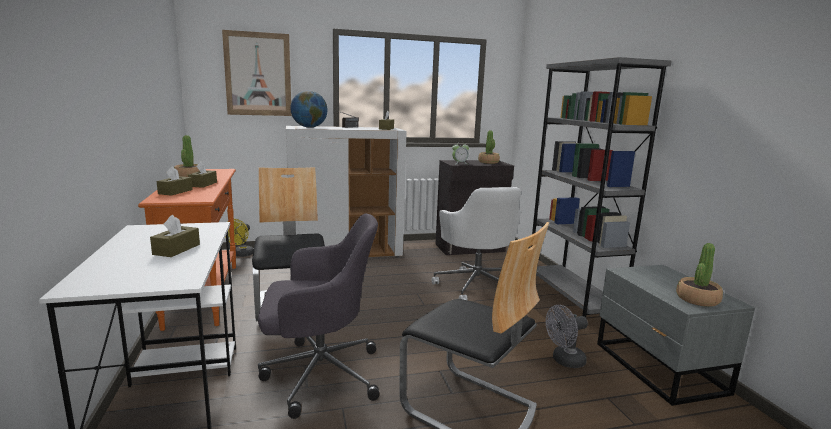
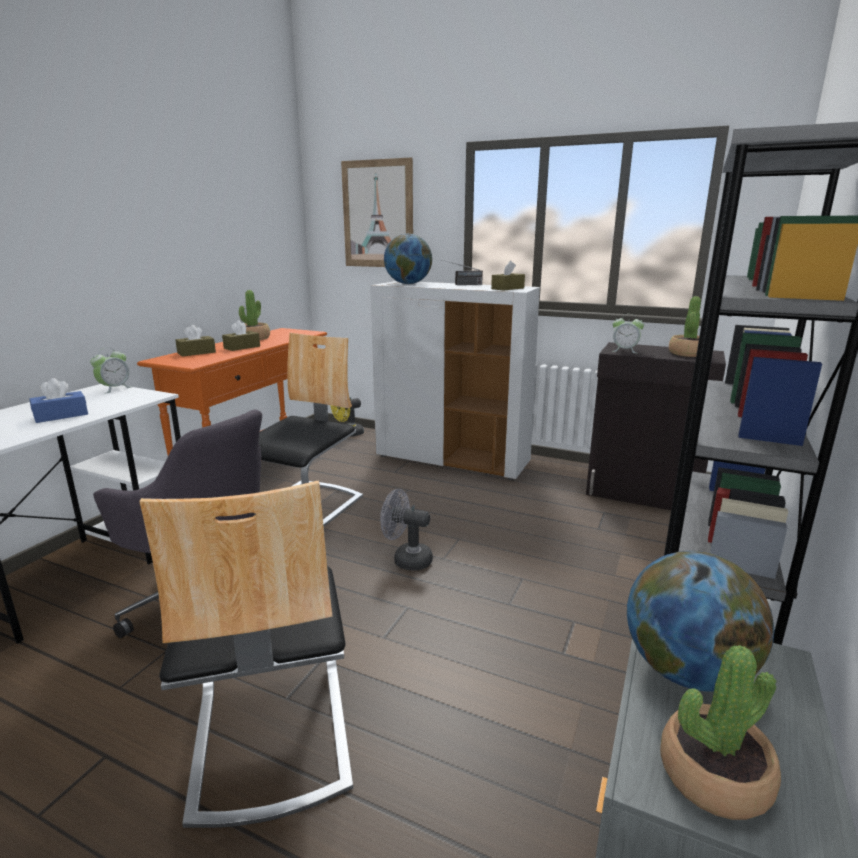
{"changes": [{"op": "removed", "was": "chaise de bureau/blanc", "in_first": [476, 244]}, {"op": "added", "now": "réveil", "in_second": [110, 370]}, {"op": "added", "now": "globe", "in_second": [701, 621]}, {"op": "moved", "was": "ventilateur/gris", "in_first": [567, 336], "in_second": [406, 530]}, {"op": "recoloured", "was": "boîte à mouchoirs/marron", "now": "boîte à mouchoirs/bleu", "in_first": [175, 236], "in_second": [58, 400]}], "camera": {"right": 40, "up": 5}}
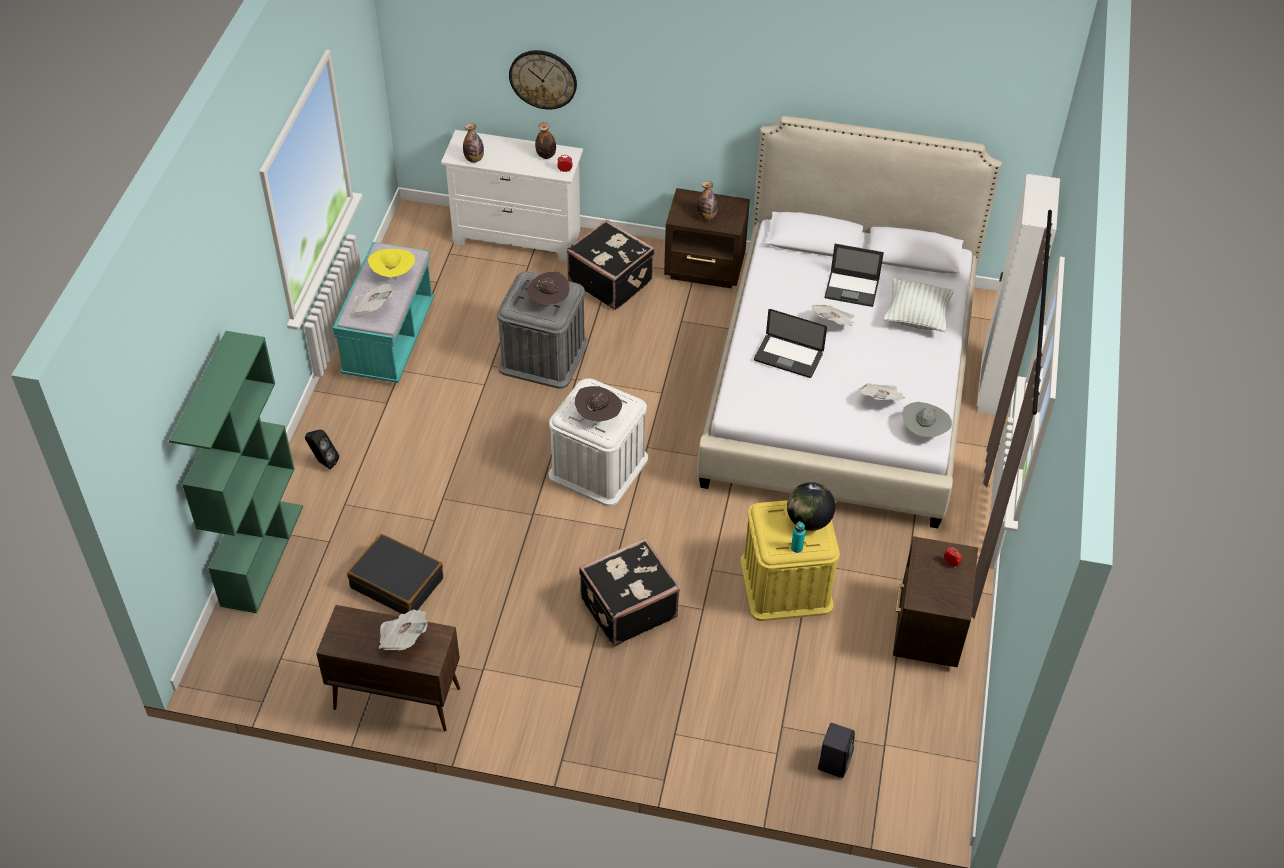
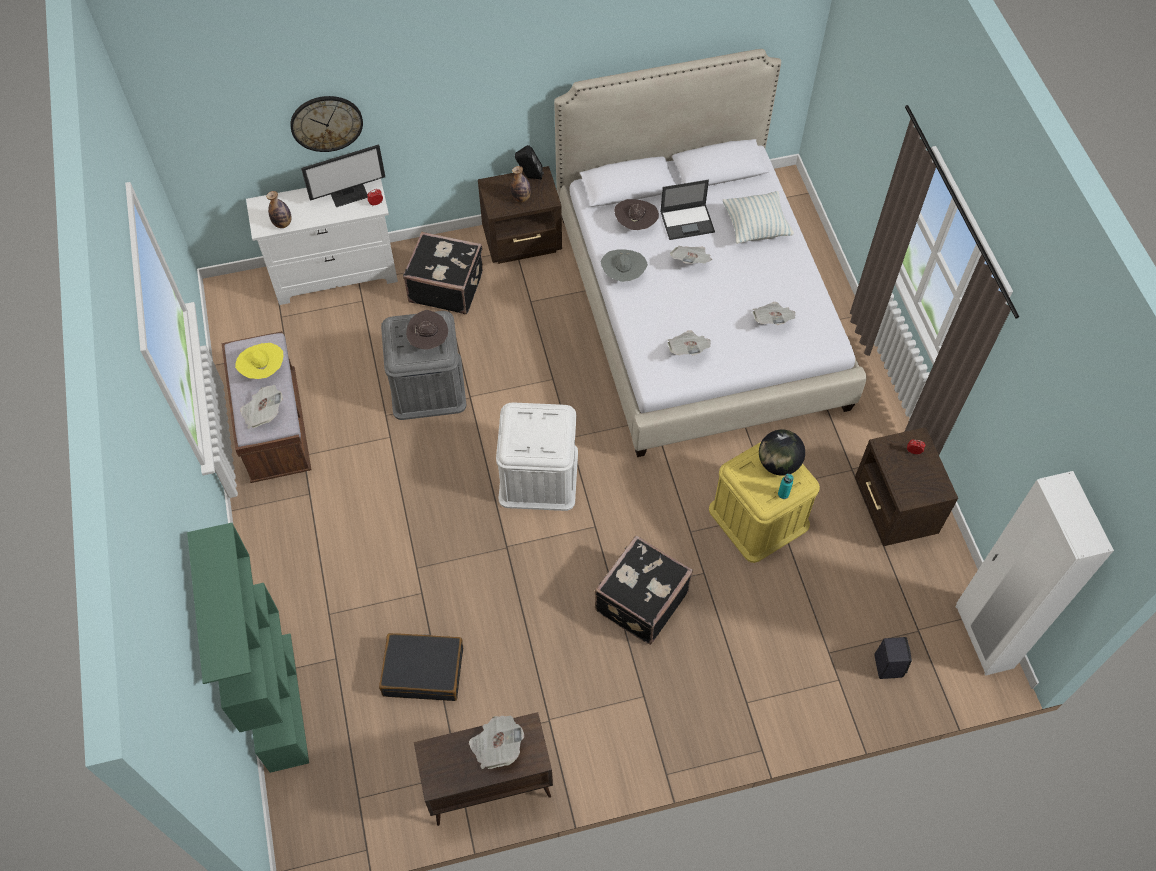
{"changes": [{"op": "removed", "was": "ordinateur portable", "in_first": [790, 343]}, {"op": "added", "now": "journal", "in_second": [689, 343]}, {"op": "moved", "was": "enceinte/noir", "in_first": [322, 449], "in_second": [529, 162]}, {"op": "moved", "was": "chapeau/marron", "in_first": [598, 404], "in_second": [636, 214]}, {"op": "moved", "was": "chapeau/gris", "in_first": [927, 419], "in_second": [624, 266]}, {"op": "moved", "was": "armoire/blanc", "in_first": [1018, 294], "in_second": [1034, 573]}, {"op": "replaced", "was": "bouteille", "now": "écran d'ordinateur", "in_first": [545, 140], "in_second": [343, 175]}, {"op": "recoloured", "was": "banc/turquoise", "now": "banc/marron", "in_first": [383, 312], "in_second": [266, 407]}], "camera": {"right": -25, "up": 10}}
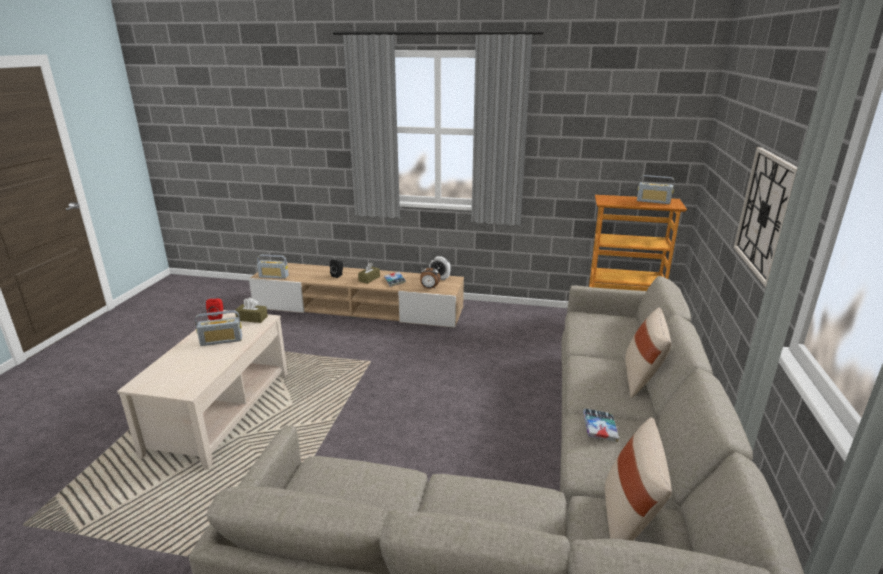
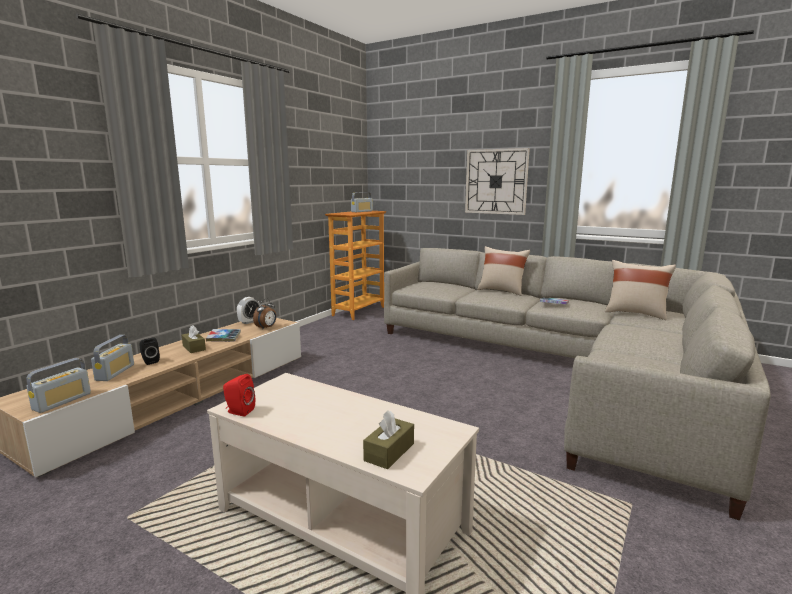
{"changes": [{"op": "moved", "was": "radio", "in_first": [218, 328], "in_second": [112, 358]}, {"op": "moved", "was": "boîte à mouchoirs/marron", "in_first": [251, 310], "in_second": [388, 440]}], "camera": {"right": -70, "up": -10}}
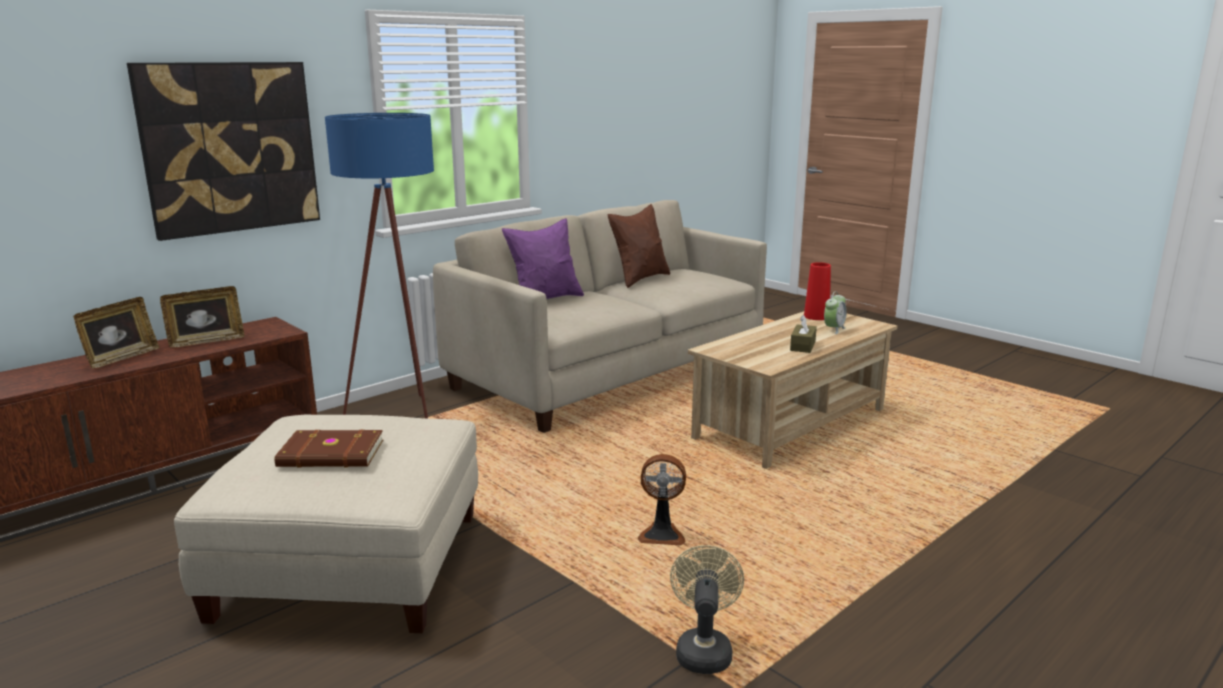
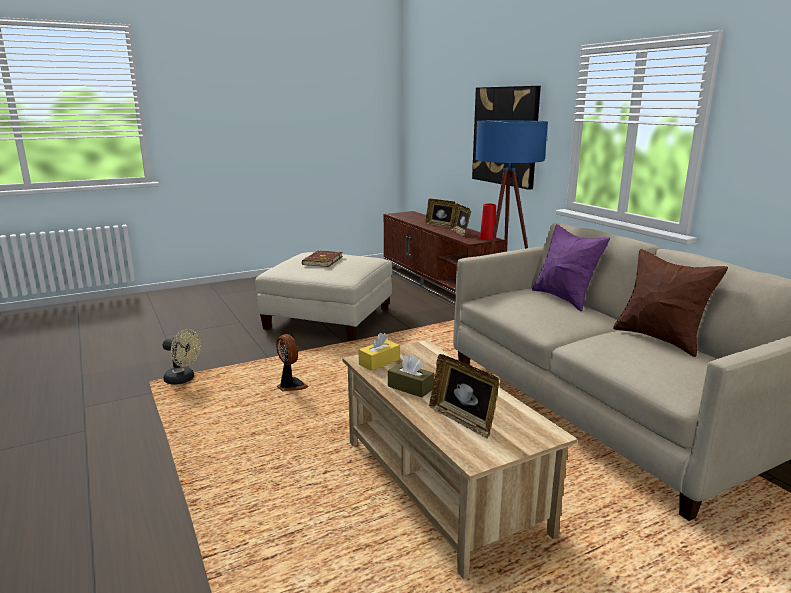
{"changes": [{"op": "added", "now": "boîte à mouchoirs/jaune", "in_second": [379, 352]}, {"op": "moved", "was": "vase/rouge", "in_first": [817, 291], "in_second": [488, 222]}, {"op": "replaced", "was": "réveil", "now": "cadre photo", "in_first": [835, 312], "in_second": [464, 396]}, {"op": "turned", "was": "ventilateur", "in_first": [662, 499], "in_second": [292, 362], "clockwise": 120}], "camera": {"right": 105, "up": 0}}
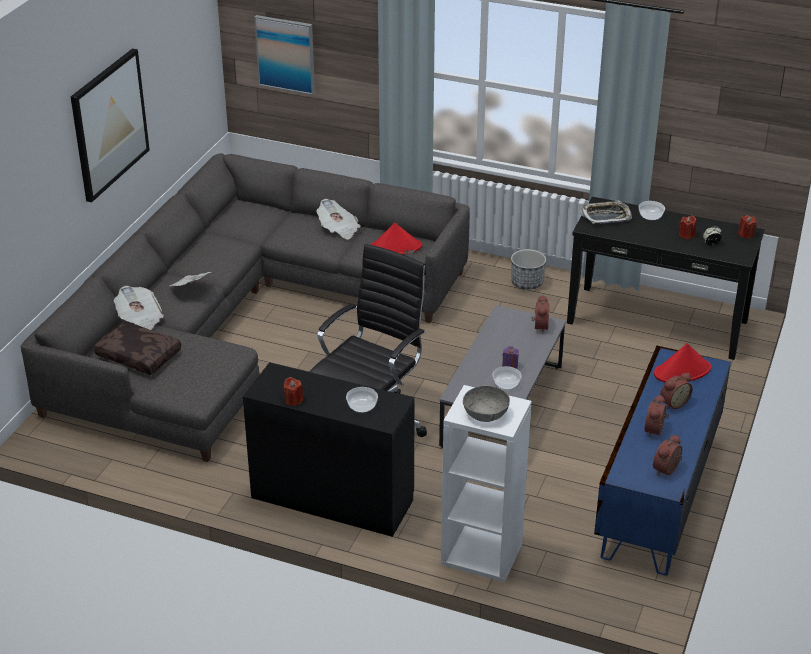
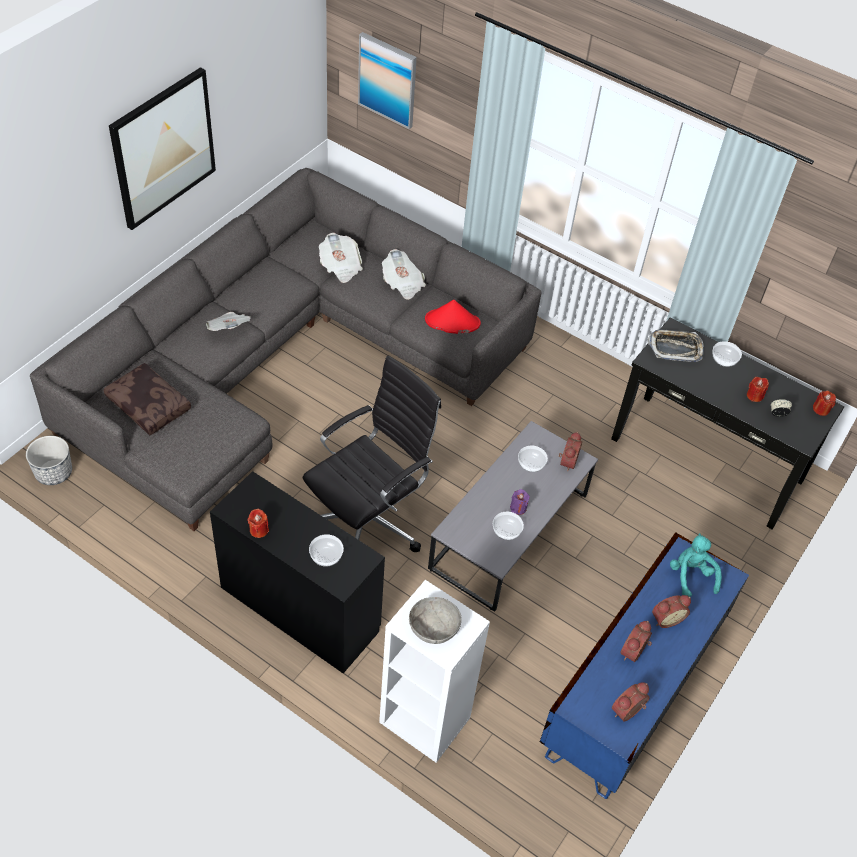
{"changes": [{"op": "added", "now": "bol", "in_second": [533, 459]}, {"op": "moved", "was": "journal", "in_first": [139, 308], "in_second": [341, 258]}, {"op": "moved", "was": "cache-pot", "in_first": [528, 269], "in_second": [49, 460]}, {"op": "replaced", "was": "chapeau/rouge", "now": "peluche/turquoise", "in_first": [682, 362], "in_second": [696, 565]}], "camera": {"right": 10, "up": 15}}
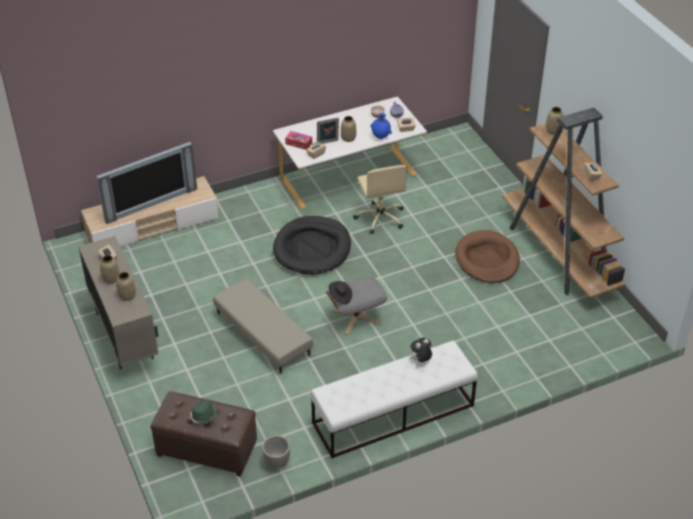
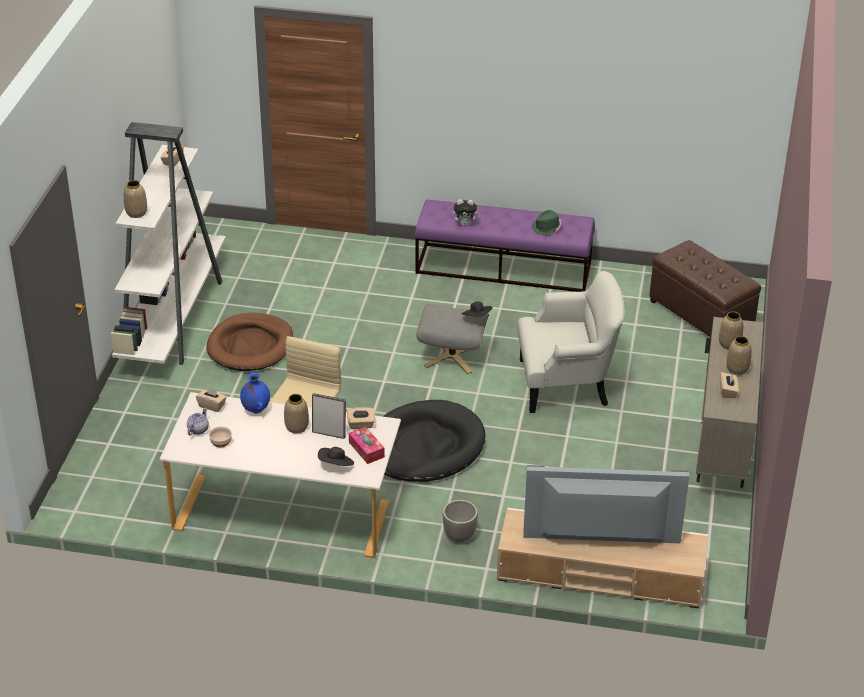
{"changes": [{"op": "added", "now": "chapeau/noir", "in_second": [336, 456]}, {"op": "moved", "was": "chapeau/vert", "in_first": [203, 412], "in_second": [546, 222]}, {"op": "moved", "was": "cache-pot", "in_first": [276, 452], "in_second": [460, 521]}, {"op": "replaced", "was": "pouf/beige", "now": "fauteuil/blanc", "in_first": [263, 326], "in_second": [571, 342]}, {"op": "recoloured", "was": "banc/blanc", "now": "banc/violet", "in_first": [394, 399], "in_second": [504, 246]}, {"op": "recoloured", "was": "bibliothèque/marron", "now": "bibliothèque/blanc", "in_first": [564, 202], "in_second": [168, 243]}], "camera": {"right": -145, "up": -5}}
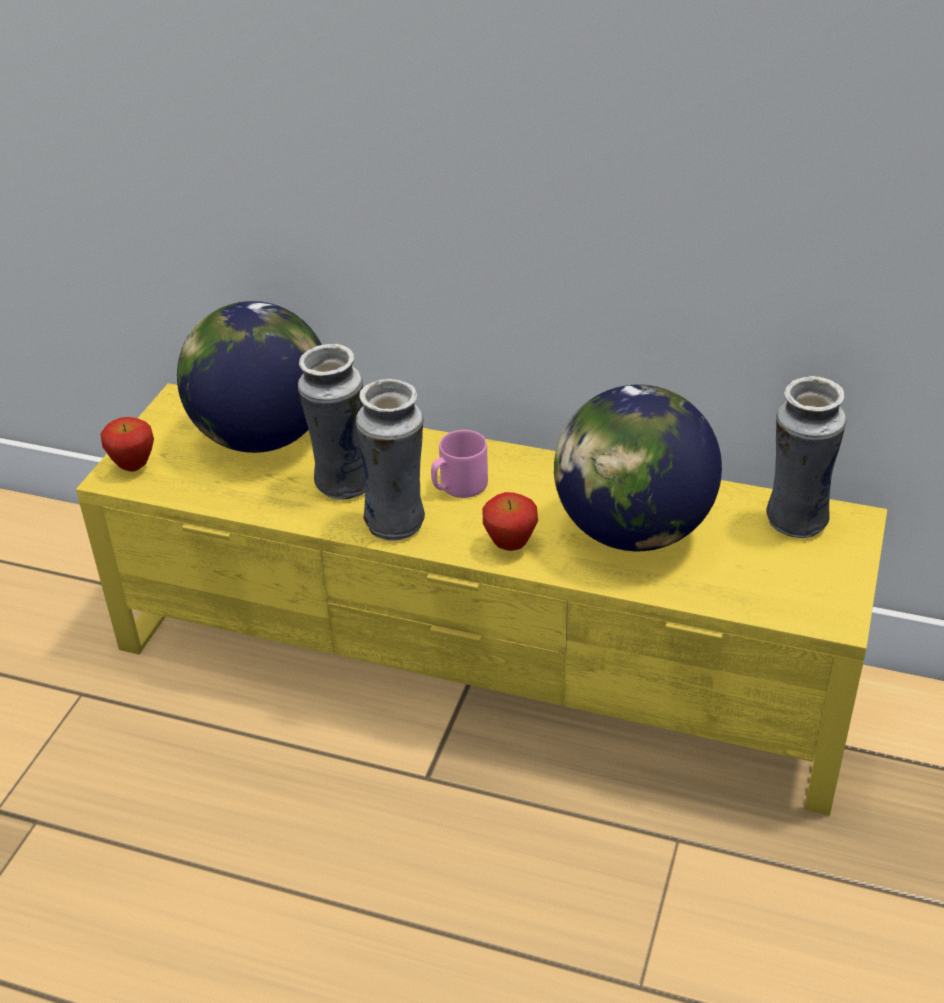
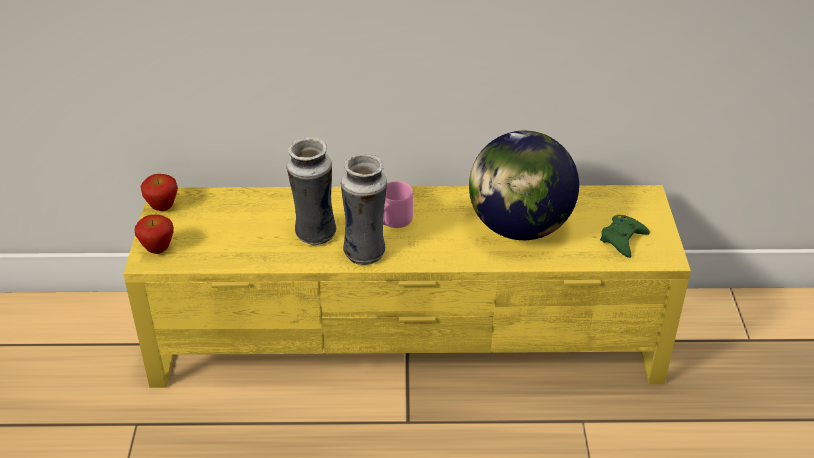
{"changes": [{"op": "removed", "was": "globe", "in_first": [249, 377]}, {"op": "removed", "was": "vase", "in_first": [806, 457]}, {"op": "added", "now": "manette/vert", "in_second": [625, 236]}, {"op": "moved", "was": "pomme", "in_first": [510, 521], "in_second": [159, 192]}], "camera": {"right": -20, "up": 0}}
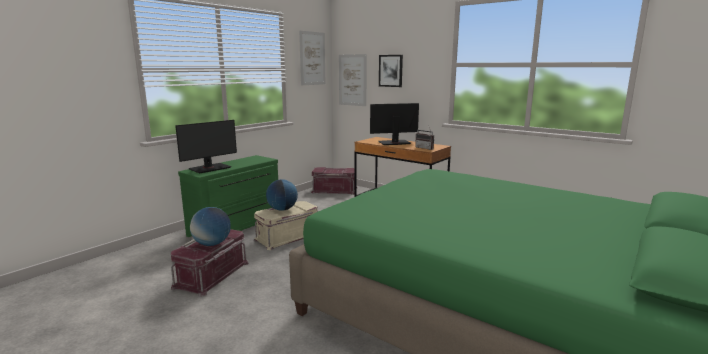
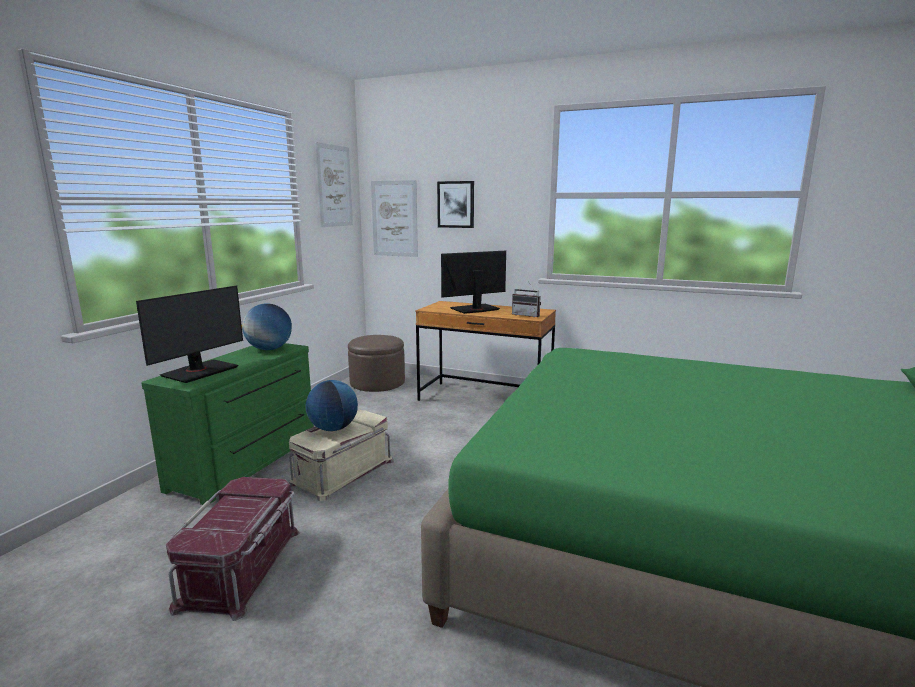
{"changes": [{"op": "moved", "was": "globe", "in_first": [210, 226], "in_second": [267, 326]}, {"op": "replaced", "was": "boîte de rangement/rouge", "now": "pouf/marron", "in_first": [333, 181], "in_second": [376, 363]}], "camera": {"right": -15, "up": 0}}
